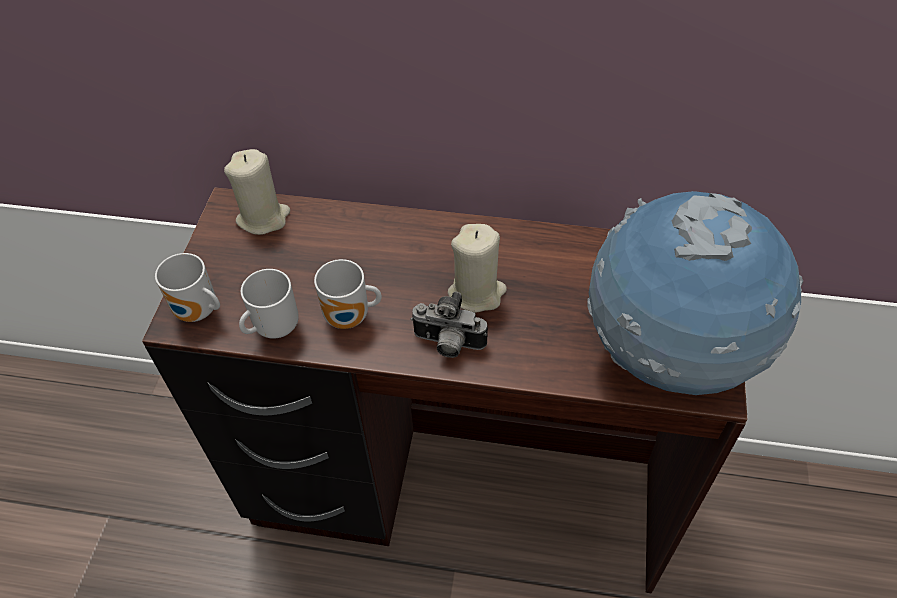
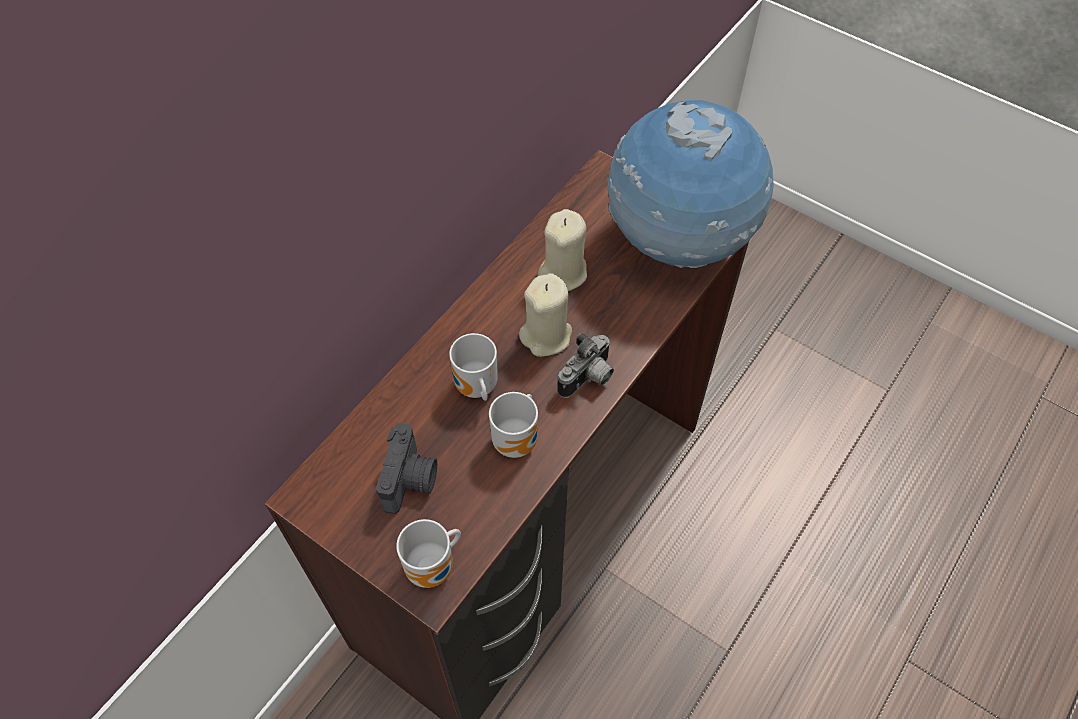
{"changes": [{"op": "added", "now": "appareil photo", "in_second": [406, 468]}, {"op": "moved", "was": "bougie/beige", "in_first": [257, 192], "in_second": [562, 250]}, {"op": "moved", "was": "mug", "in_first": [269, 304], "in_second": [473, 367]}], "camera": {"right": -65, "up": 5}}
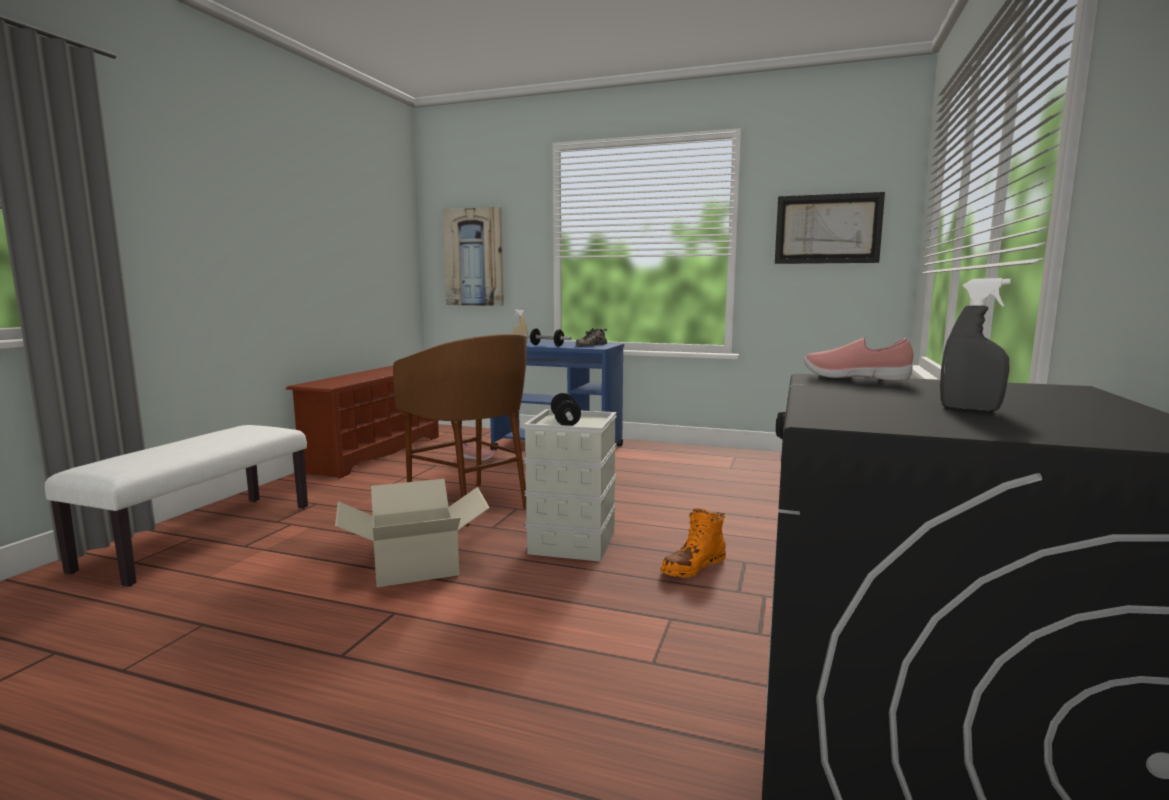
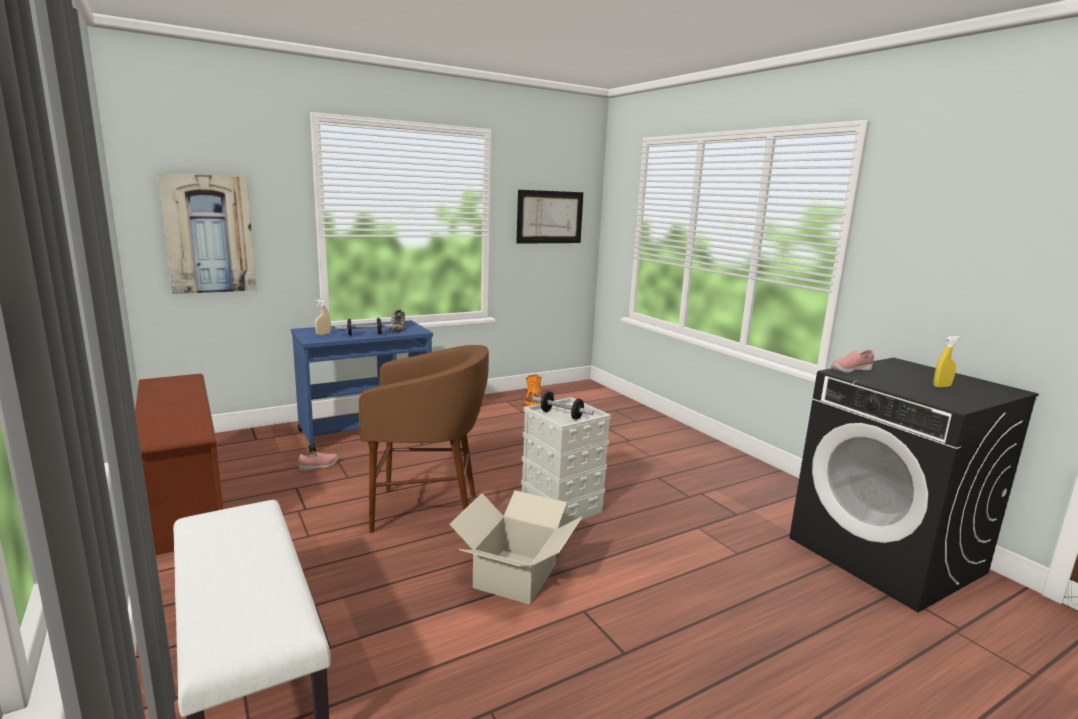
{"changes": [{"op": "moved", "was": "botte/orange", "in_first": [693, 543], "in_second": [533, 391]}, {"op": "recoloured", "was": "vaporisateur/gris", "now": "vaporisateur/jaune", "in_first": [975, 345], "in_second": [947, 361]}], "camera": {"right": -50, "up": 5}}
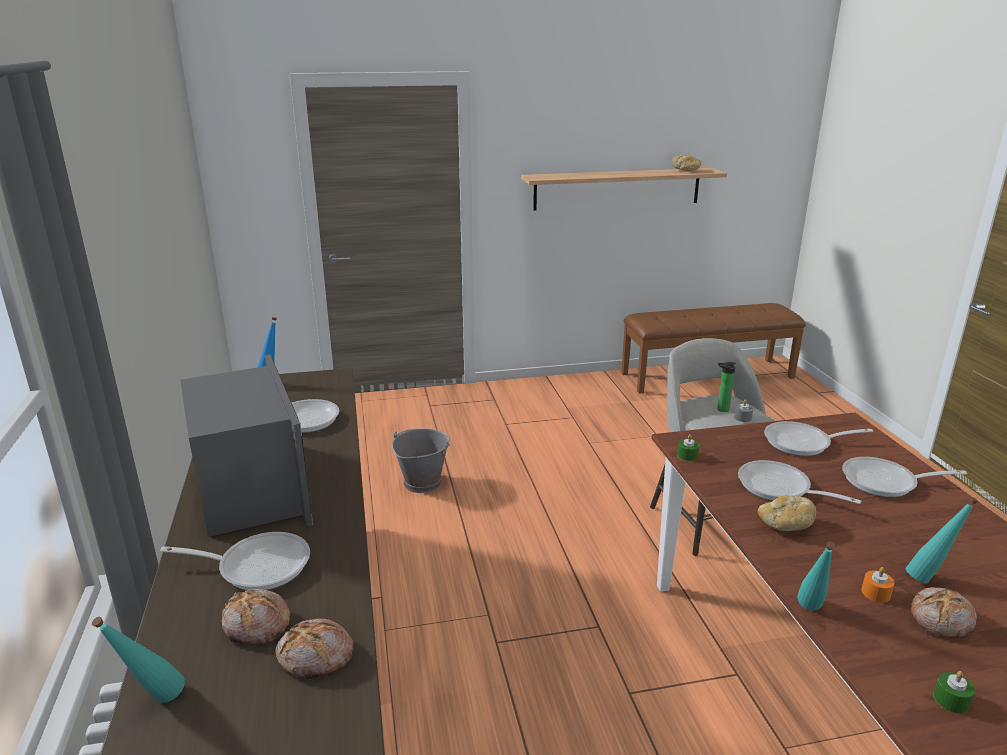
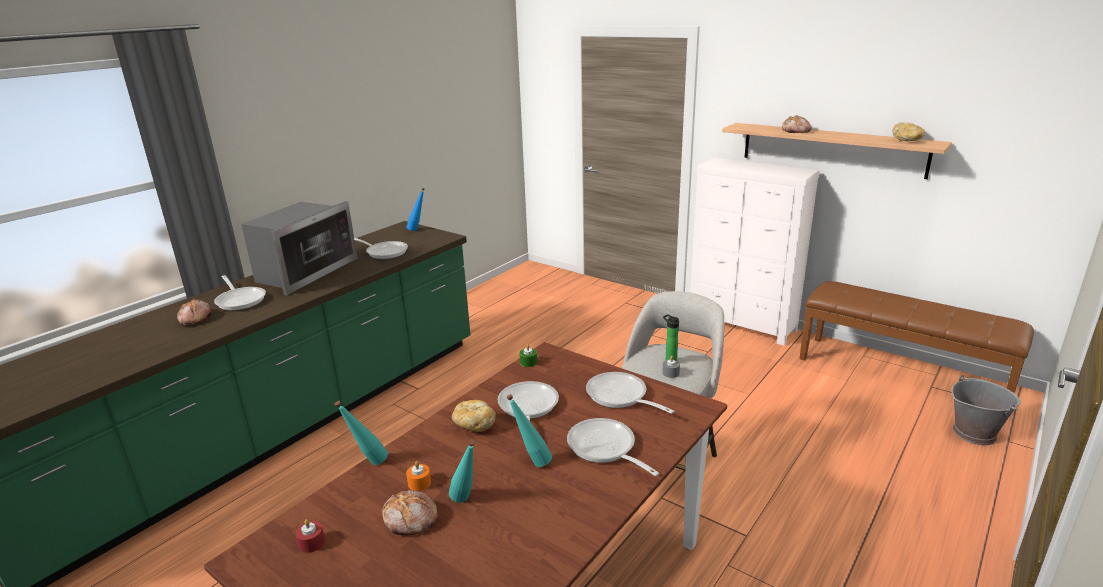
{"changes": [{"op": "added", "now": "commode/blanc", "in_second": [755, 252]}, {"op": "moved", "was": "bouteille/turquoise", "in_first": [138, 660], "in_second": [529, 430]}, {"op": "moved", "was": "pain", "in_first": [314, 648], "in_second": [797, 124]}, {"op": "moved", "was": "seau/gris", "in_first": [421, 460], "in_second": [986, 410]}, {"op": "recoloured", "was": "bougie/vert", "now": "bougie/rouge", "in_first": [954, 692], "in_second": [310, 536]}], "camera": {"right": 50, "up": 0}}
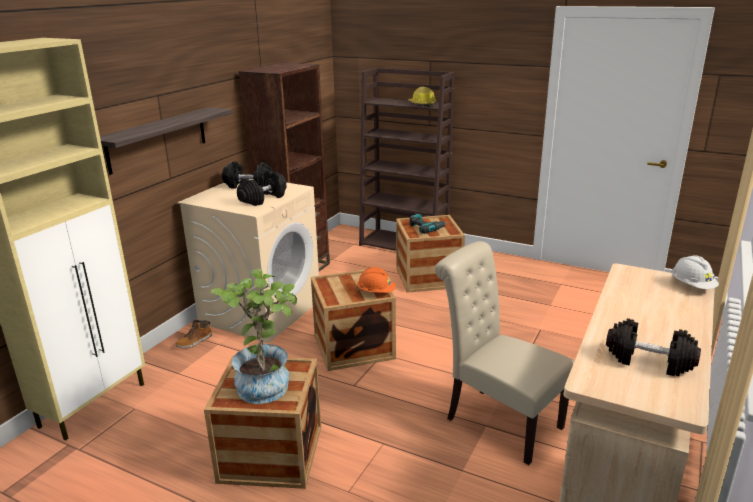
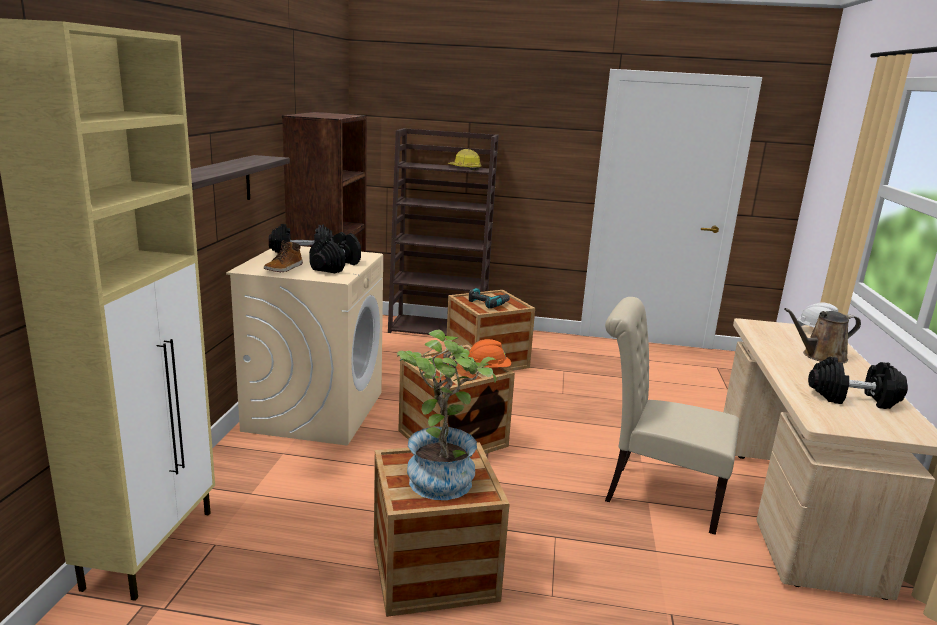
{"changes": [{"op": "added", "now": "arrosoir/marron", "in_second": [822, 335]}, {"op": "moved", "was": "botte", "in_first": [193, 334], "in_second": [283, 256]}], "camera": {"right": -20, "up": -5}}
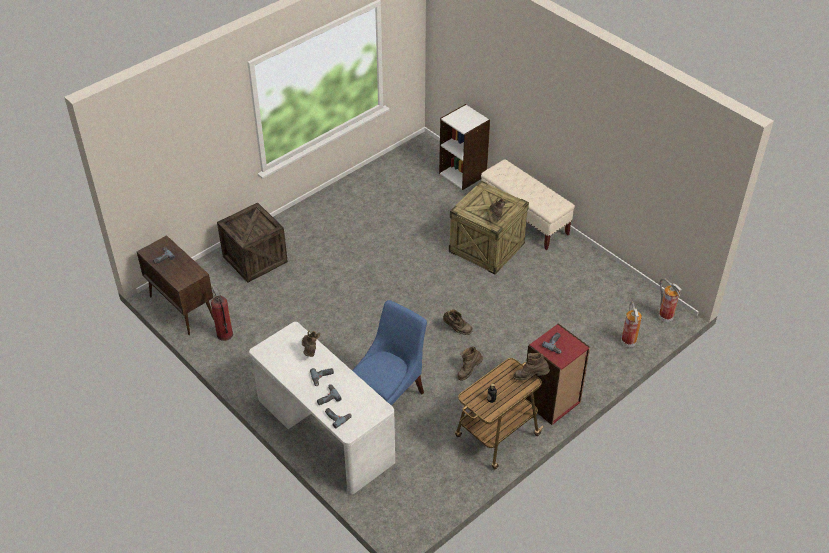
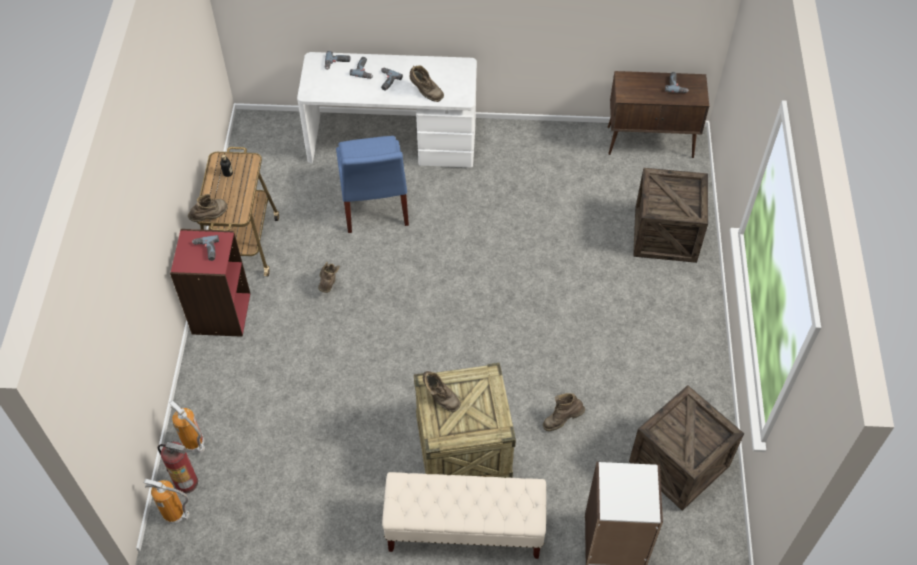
{"changes": [{"op": "added", "now": "caisse", "in_second": [686, 448]}, {"op": "moved", "was": "extincteur", "in_first": [222, 313], "in_second": [178, 466]}, {"op": "moved", "was": "botte/marron", "in_first": [458, 322], "in_second": [564, 412]}], "camera": {"right": 135, "up": 10}}
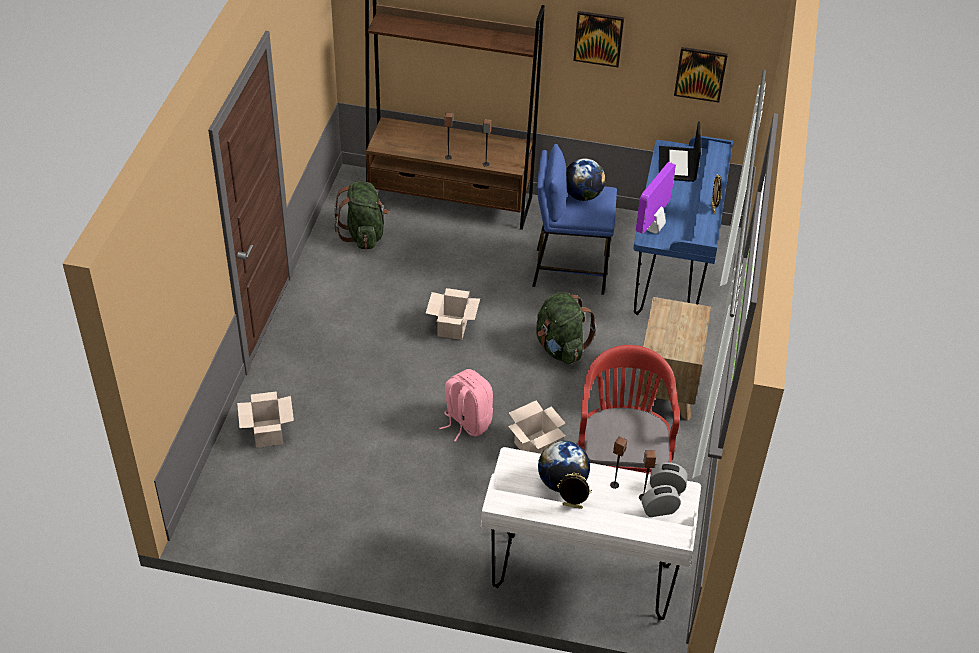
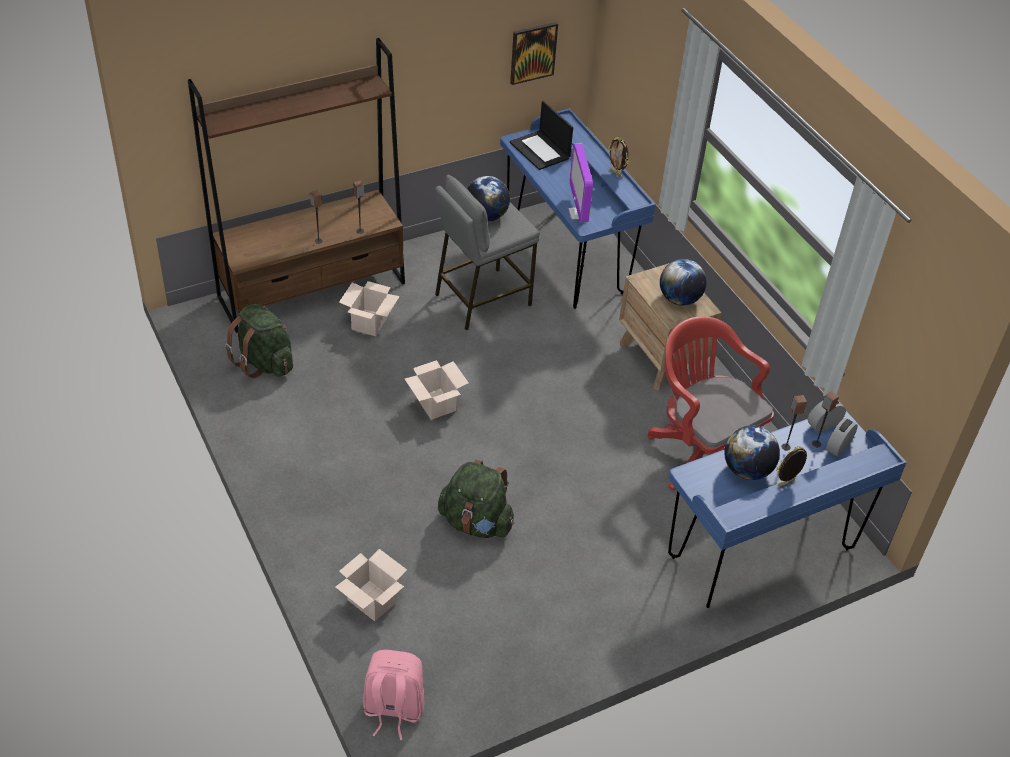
{"changes": [{"op": "removed", "was": "tableau", "in_first": [598, 39]}, {"op": "added", "now": "globe", "in_second": [683, 282]}, {"op": "moved", "was": "sac à dos/rose", "in_first": [466, 405], "in_second": [393, 695]}, {"op": "moved", "was": "carton", "in_first": [537, 427], "in_second": [369, 308]}, {"op": "moved", "was": "sac à dos/vert", "in_first": [566, 328], "in_second": [476, 499]}, {"op": "recoloured", "was": "bureau/blanc", "now": "bureau/bleu", "in_first": [591, 533], "in_second": [787, 509]}, {"op": "recoloured", "was": "tabouret/bleu", "now": "tabouret/gris", "in_first": [574, 219], "in_second": [487, 252]}], "camera": {"right": -40, "up": 0}}
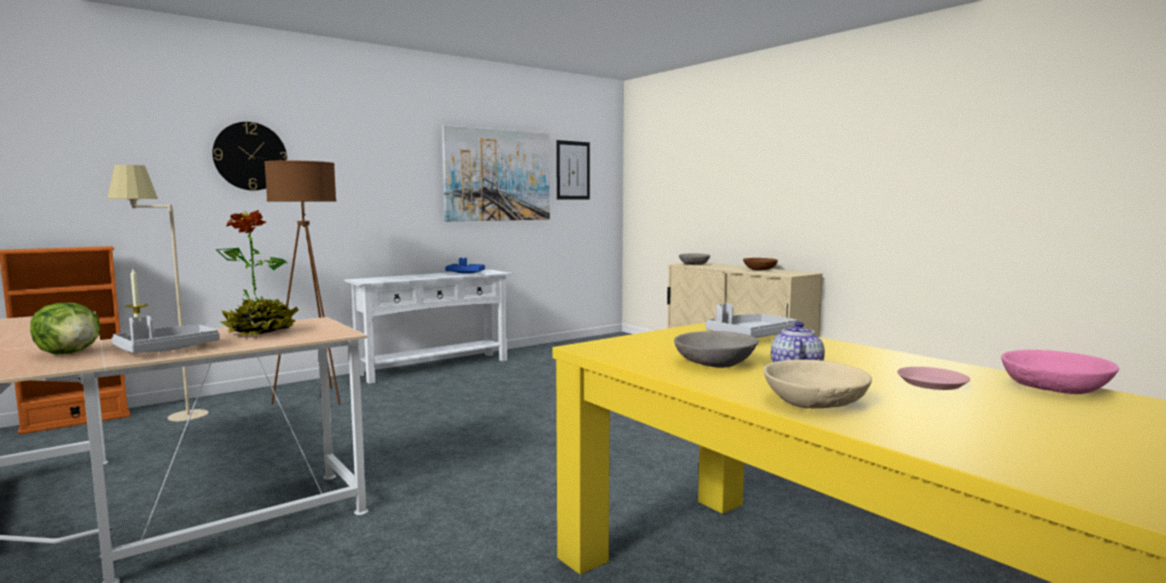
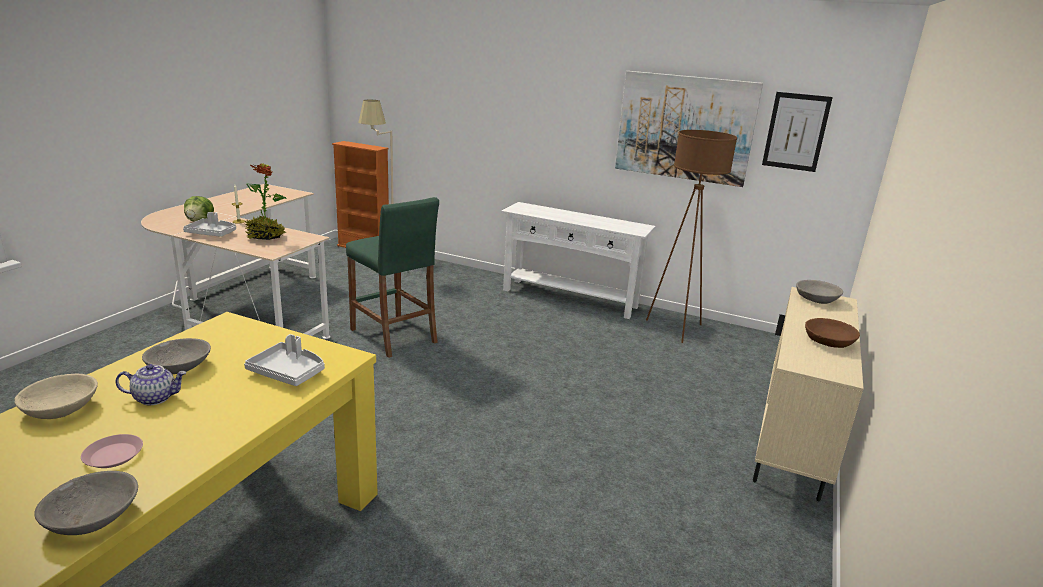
{"changes": [{"op": "removed", "was": "horloge murale", "in_first": [249, 156]}, {"op": "removed", "was": "plateau/bleu", "in_first": [465, 266]}, {"op": "added", "now": "tabouret/vert", "in_second": [392, 277]}, {"op": "moved", "was": "lampadaire/marron", "in_first": [302, 282], "in_second": [691, 236]}, {"op": "recoloured", "was": "bol/rose", "now": "bol/gris", "in_first": [1060, 372], "in_second": [86, 503]}], "camera": {"right": 60, "up": 15}}
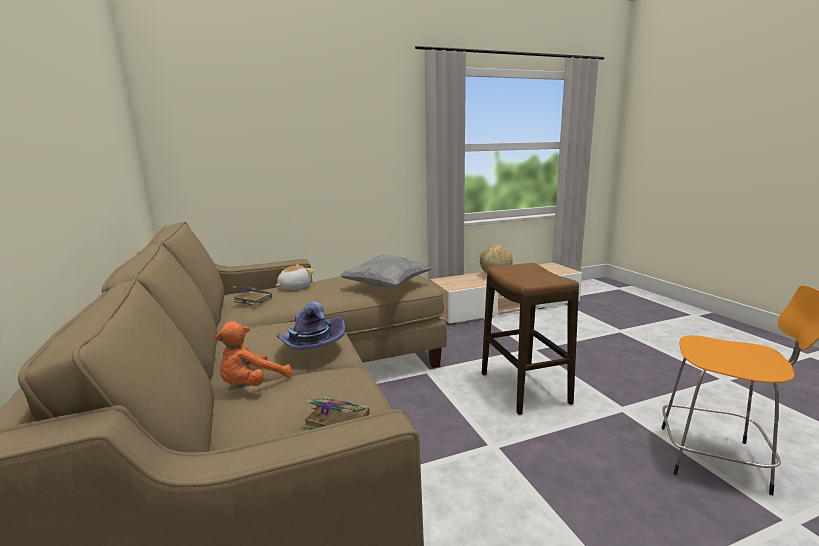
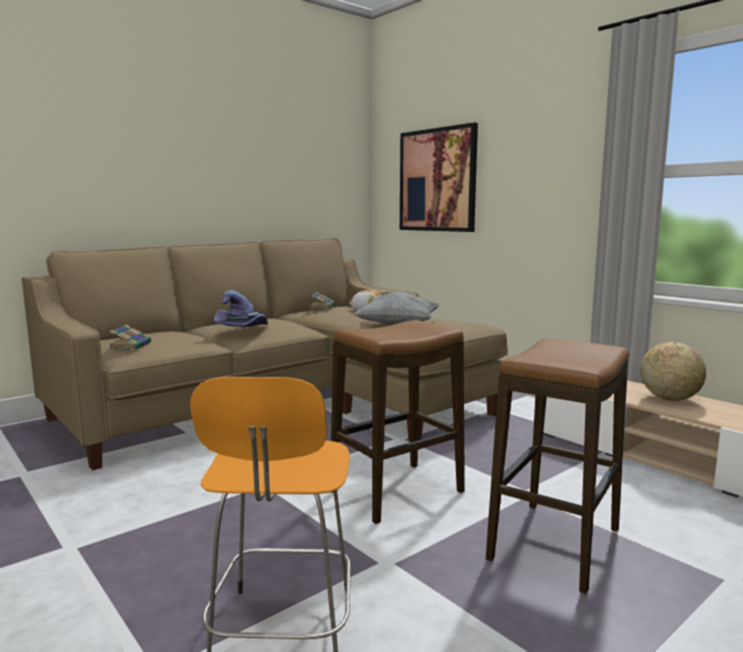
{"changes": [{"op": "removed", "was": "peluche/orange", "in_first": [253, 353]}, {"op": "added", "now": "tableau", "in_second": [439, 177]}, {"op": "added", "now": "tabouret", "in_second": [557, 466]}], "camera": {"right": 70, "up": -5}}
